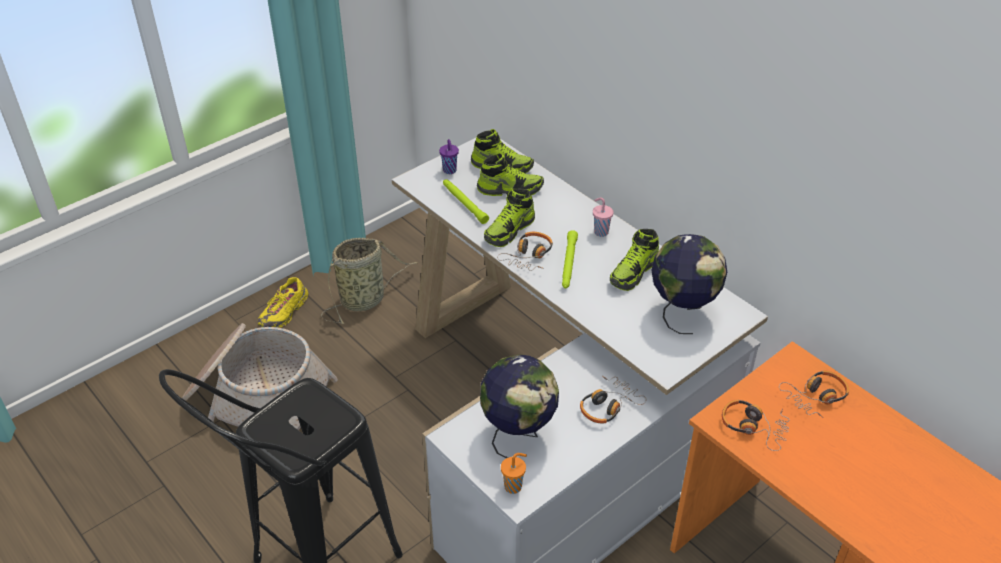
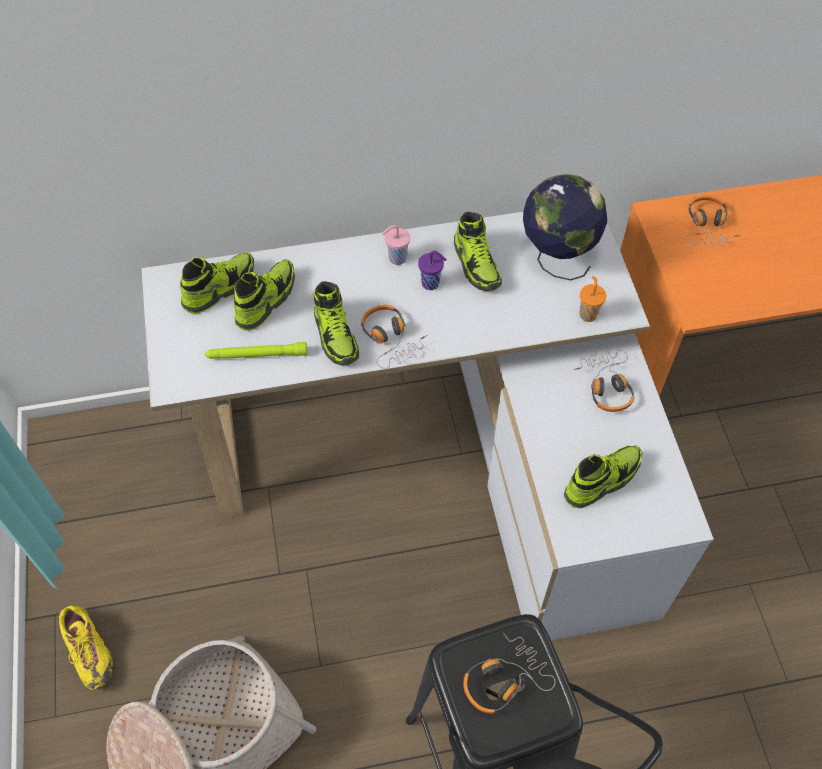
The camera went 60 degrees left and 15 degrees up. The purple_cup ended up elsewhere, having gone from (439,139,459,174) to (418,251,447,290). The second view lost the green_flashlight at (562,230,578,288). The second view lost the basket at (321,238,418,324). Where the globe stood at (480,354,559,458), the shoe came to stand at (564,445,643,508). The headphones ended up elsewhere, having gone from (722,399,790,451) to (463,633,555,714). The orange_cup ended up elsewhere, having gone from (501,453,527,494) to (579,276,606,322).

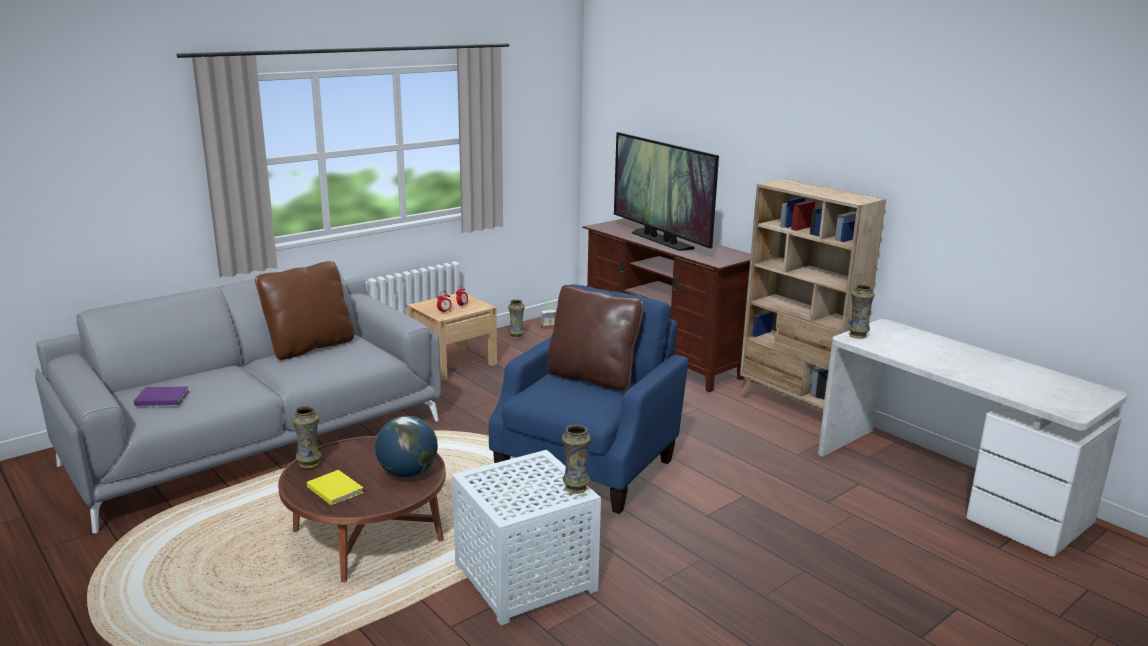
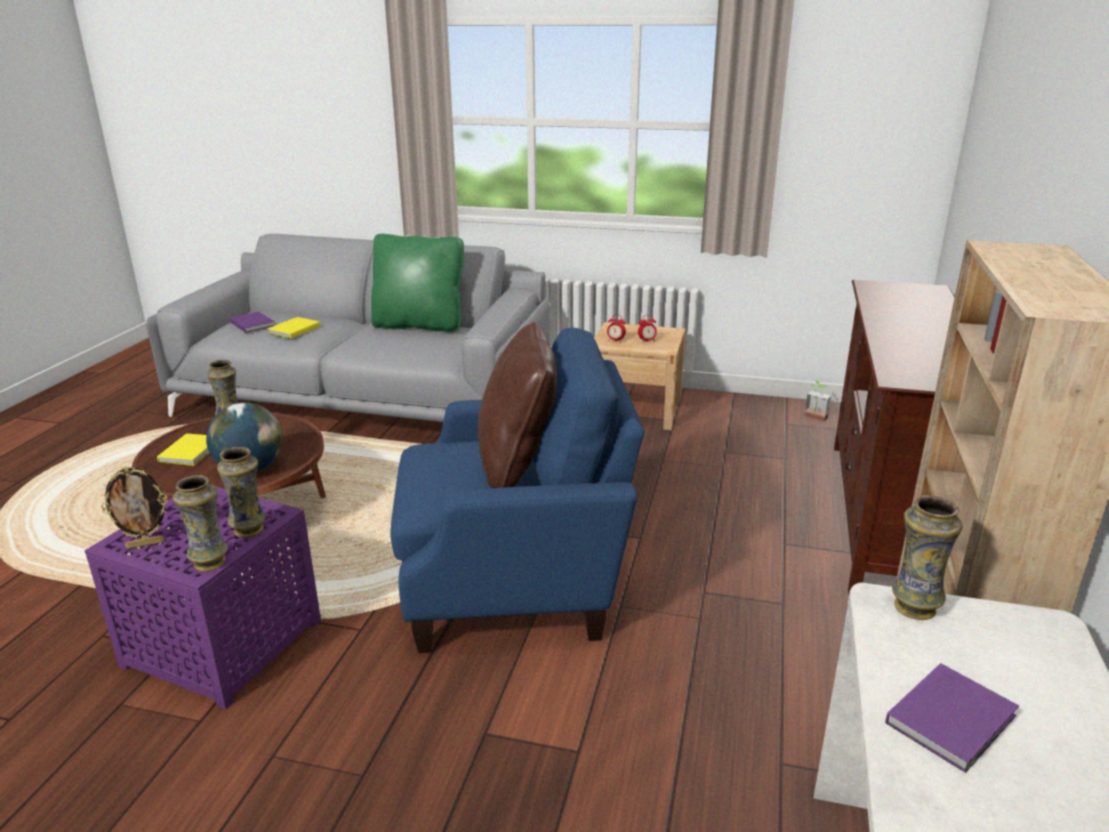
The camera went 55 degrees right and 5 degrees up. The second view lost the television at (614,132,719,251). What was the brown_pillow at (255,261,354,360) turned into the green_pillow at (371,234,464,333). The vase ended up elsewhere, having gone from (508,299,525,339) to (217,447,266,538). What was the white_side_table at (452,450,601,625) turned into the purple_side_table at (85,486,321,709). The second view gained the yellow_book at (267,317,320,339). The second view gained the picture_frame at (101,467,168,548). The second view gained the purple_book at (885,663,1019,773).

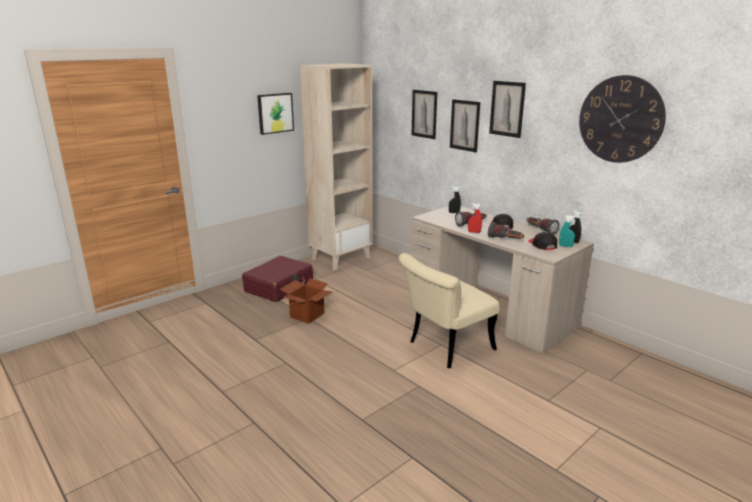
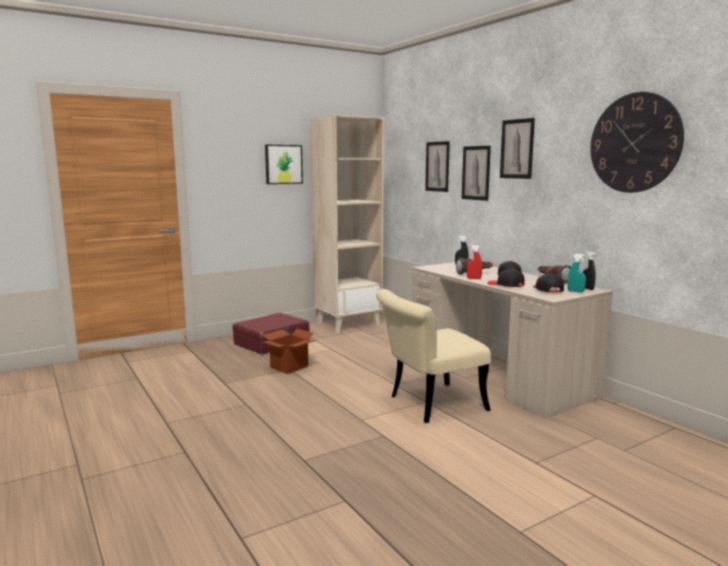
The camera went 10 degrees right and 10 degrees down. Where the flashlight stood at (488,222,524,239), the black_cap came to stand at (487,269,525,287).

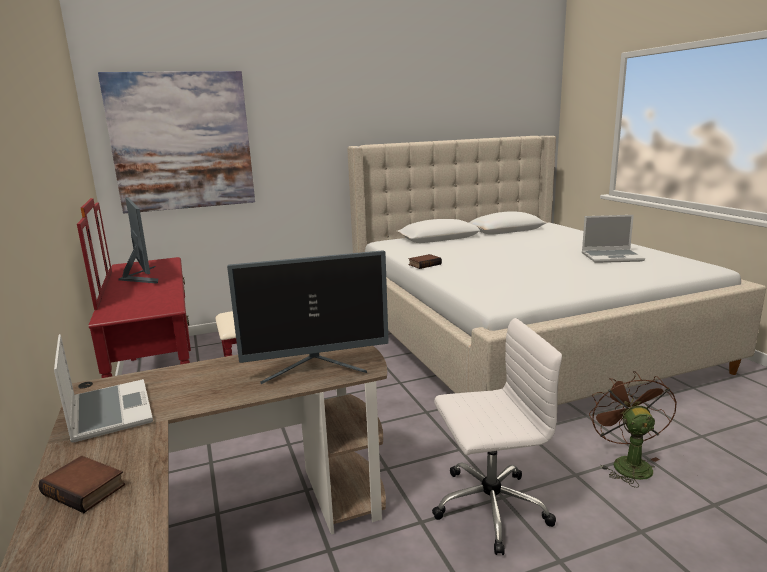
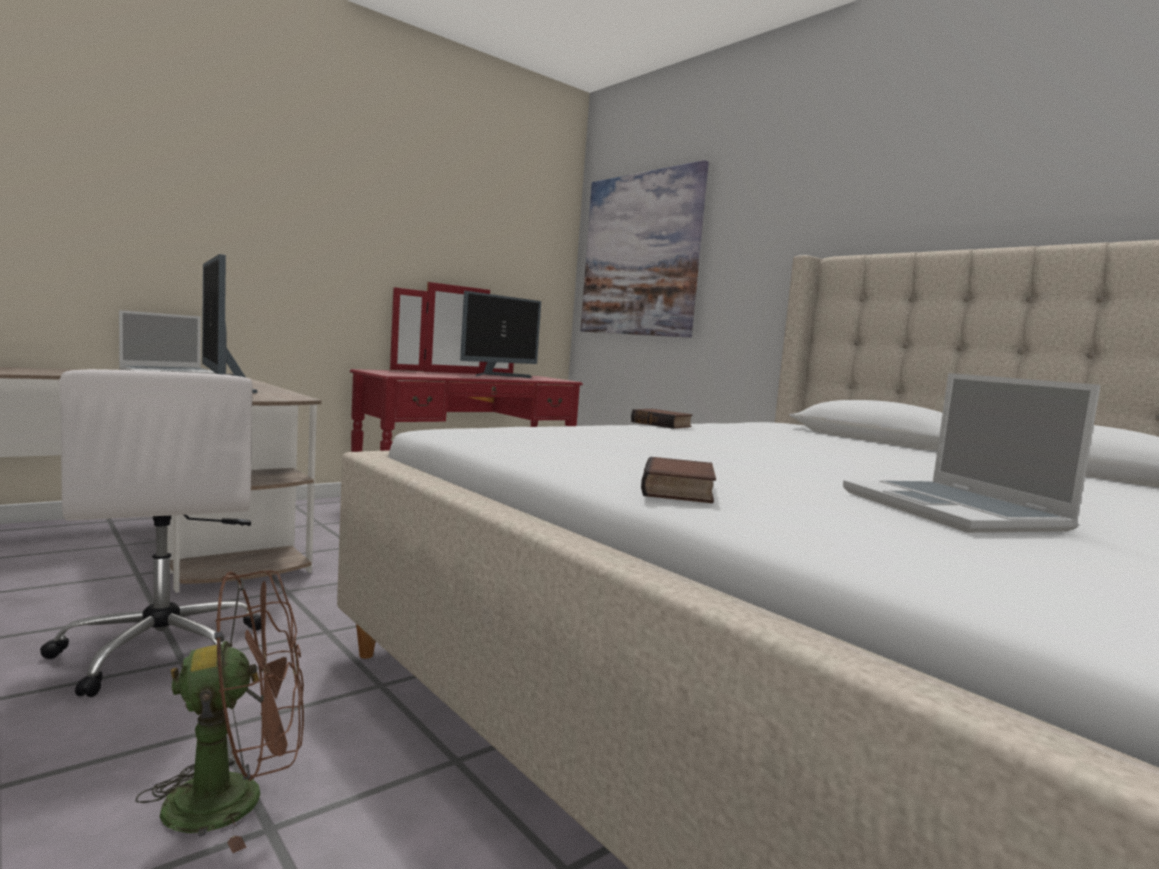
The camera went 70 degrees right and 10 degrees down. The book ended up elsewhere, having gone from (39,456,125,513) to (641,457,716,503).

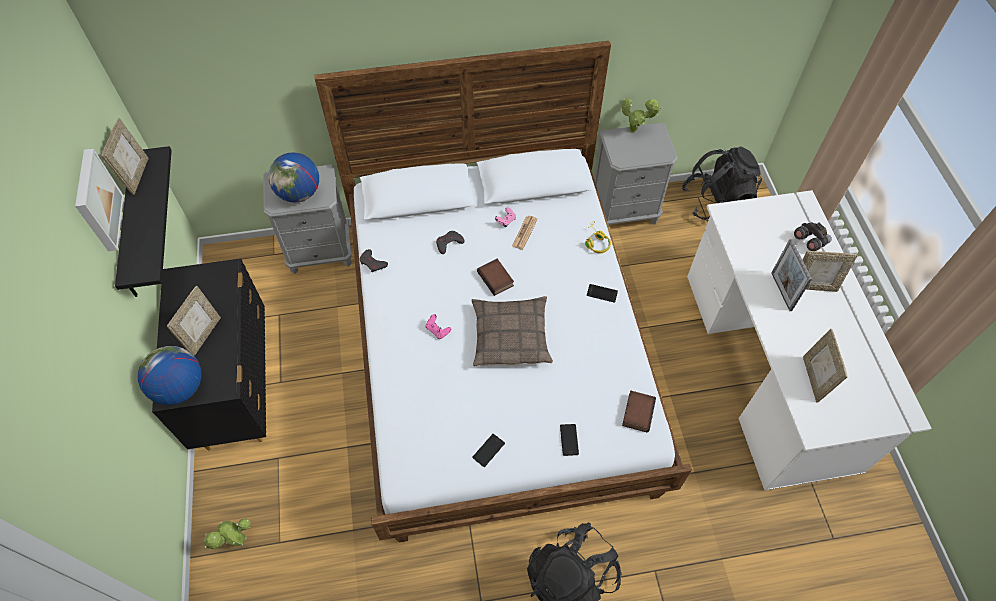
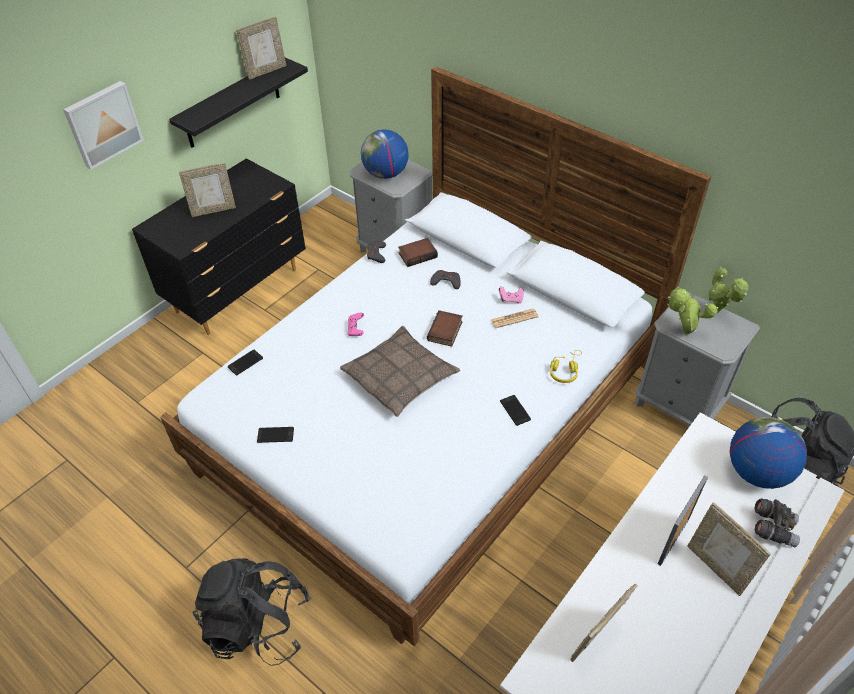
The camera went 50 degrees right and 10 degrees down. The picture ended up elsewhere, having gone from (75,148,124,251) to (63,81,144,170). The globe ended up elsewhere, having gone from (138,346,201,405) to (730,417,807,489). The book ended up elsewhere, having gone from (622,391,656,432) to (398,238,438,267). The phone ended up elsewhere, having gone from (560,424,579,456) to (228,349,263,376). The potted_plant ended up elsewhere, having gone from (204,518,250,549) to (668,286,718,334).

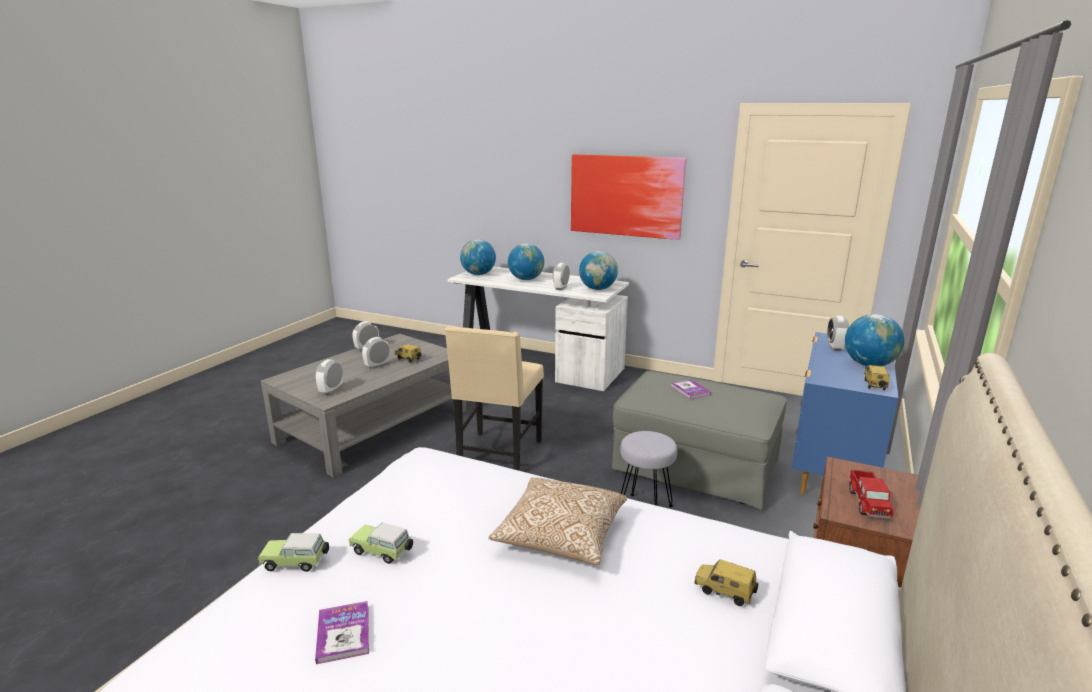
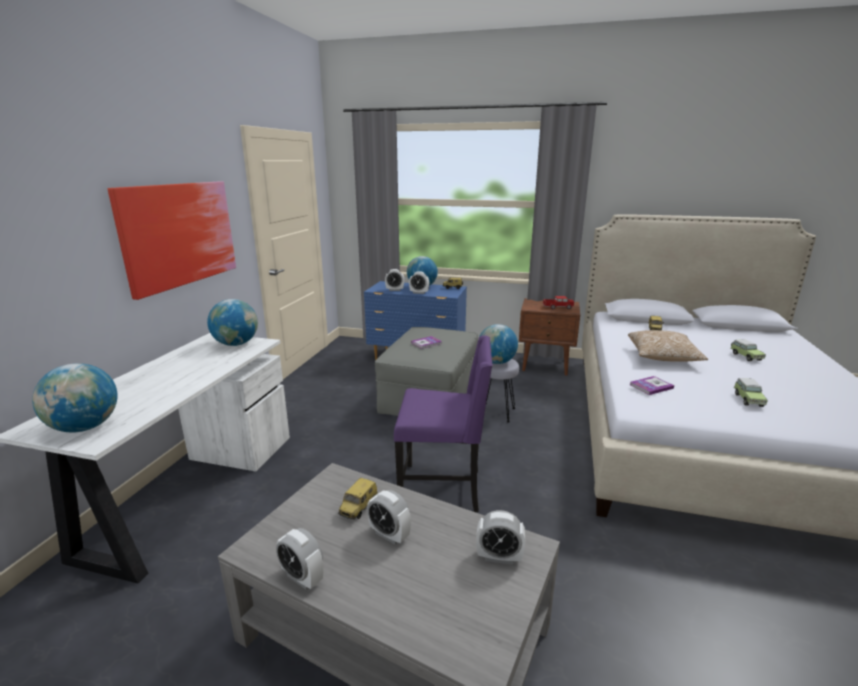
The camera went 100 degrees left and 0 degrees up. The globe ended up elsewhere, having gone from (508,243,544,280) to (479,324,518,364). The alarm_clock ended up elsewhere, having gone from (553,263,570,290) to (409,271,429,294). What was the beige_chair at (445,326,544,471) turned into the purple_chair at (394,335,493,512). The toy_car ended up elsewhere, having gone from (258,533,329,572) to (730,339,766,361). The book ended up elsewhere, having gone from (315,601,369,664) to (630,376,674,395).

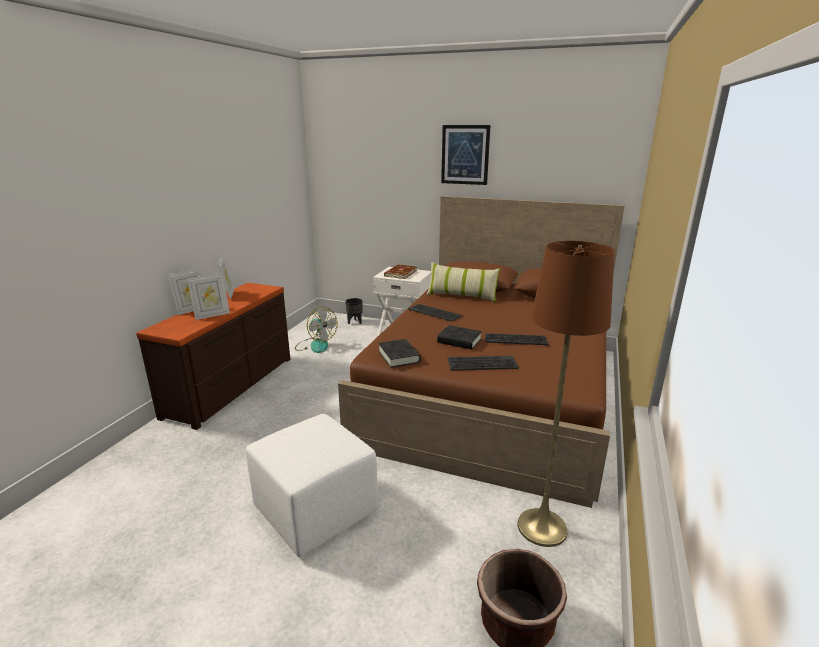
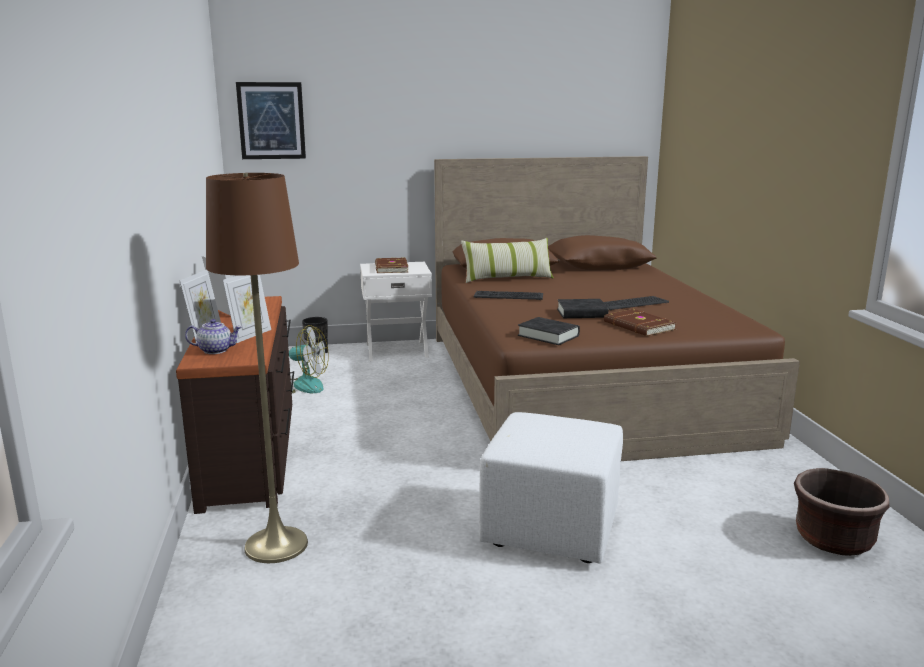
The camera went 30 degrees left and 5 degrees down. The picture ended up elsewhere, having gone from (441,125,491,185) to (236,82,306,159). The brown_floor_lamp ended up elsewhere, having gone from (517,241,615,547) to (206,173,308,563). Where the keyboard stood at (448,356,519,370), the brown_book came to stand at (604,309,677,336). The second view gained the teapot at (185,319,242,354).

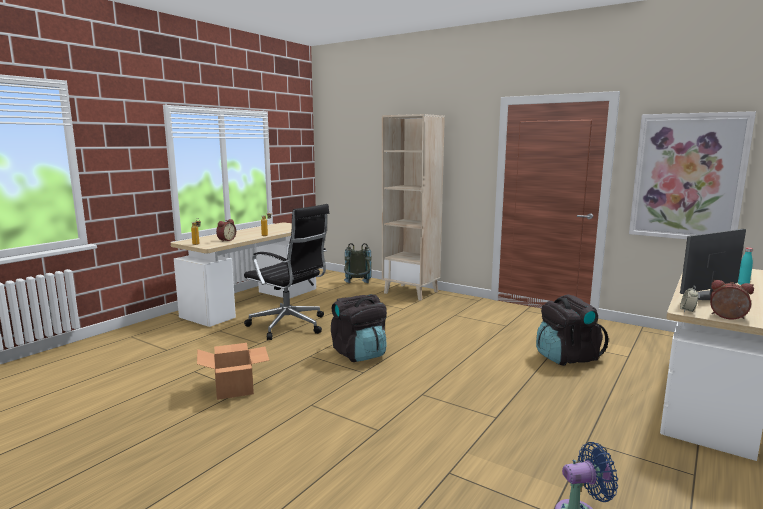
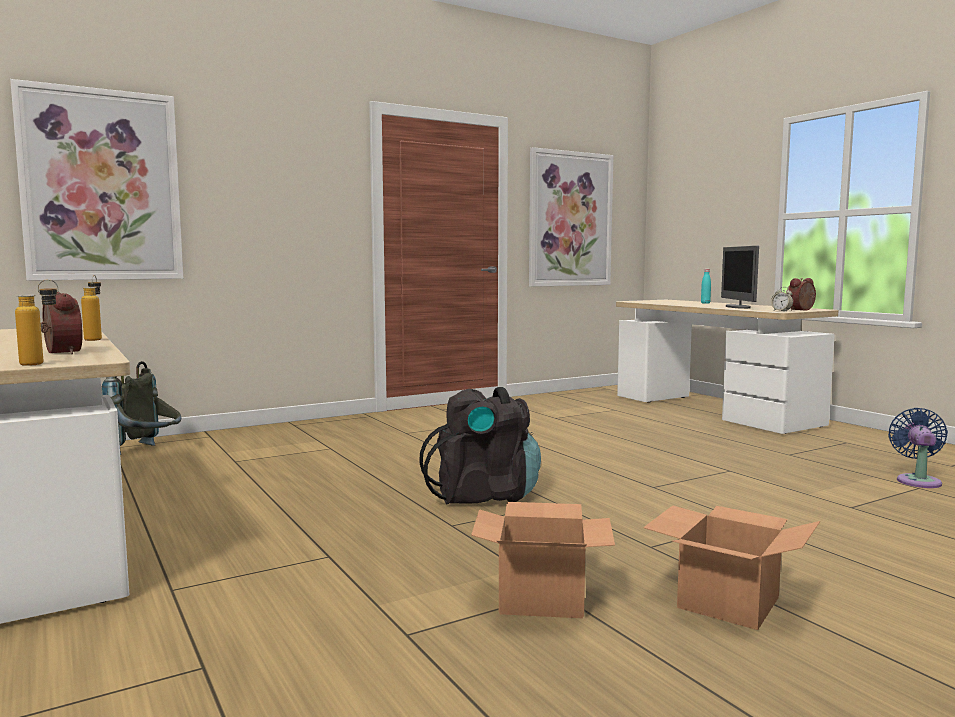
The camera went 65 degrees left and 5 degrees down. The second view lost the beige_bookcase at (382,114,445,301). The second view lost the black_office_chair at (244,204,329,340). The second view lost the black_backpack at (536,294,608,366). The second view gained the picture at (10,79,183,281). The second view gained the cardboard_box at (643,505,820,630).

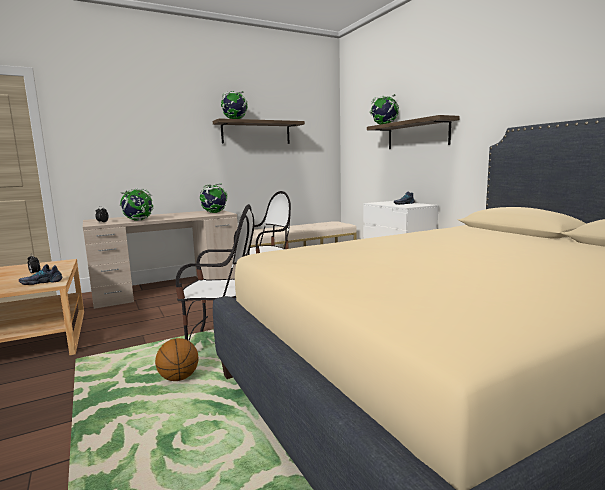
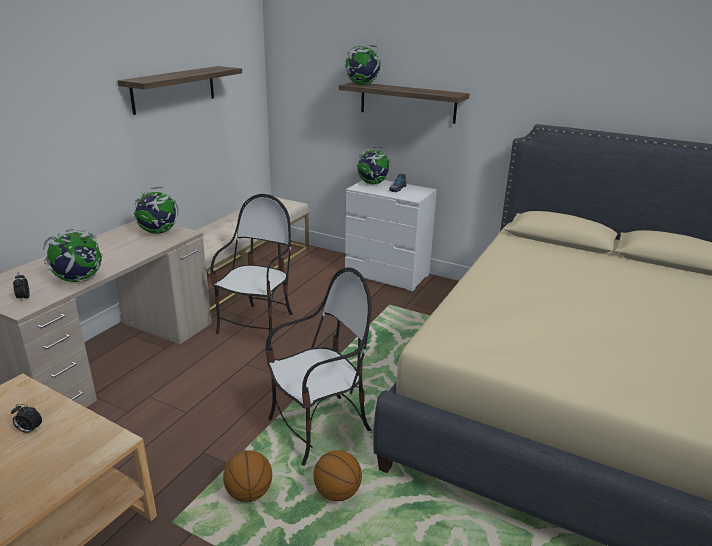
The camera went 35 degrees left and 15 degrees up. The globe ended up elsewhere, having gone from (221,91,247,119) to (357,146,391,184). The second view lost the shoe at (19,264,62,285). The second view gained the basketball at (223,450,272,502).

